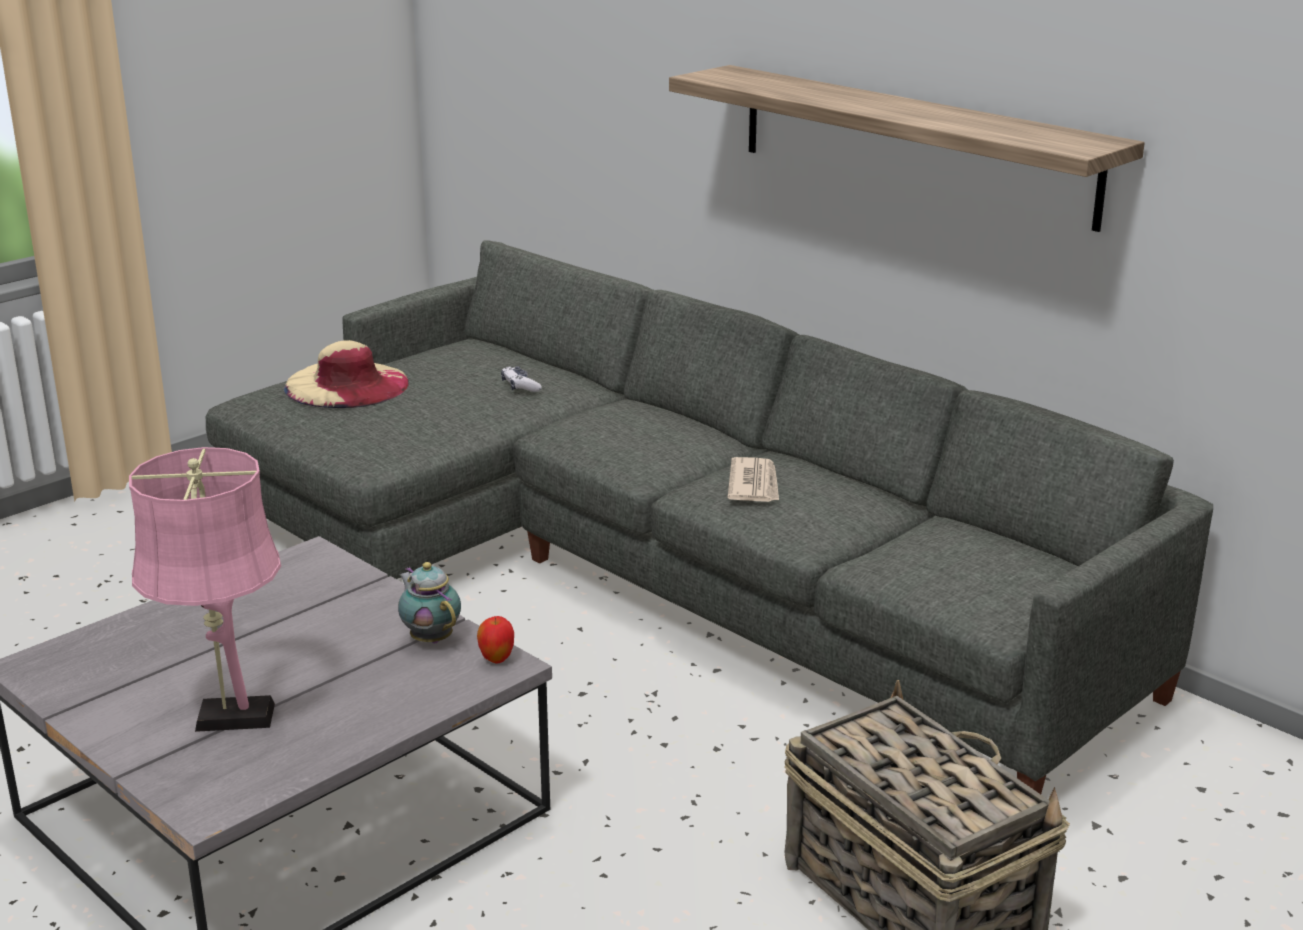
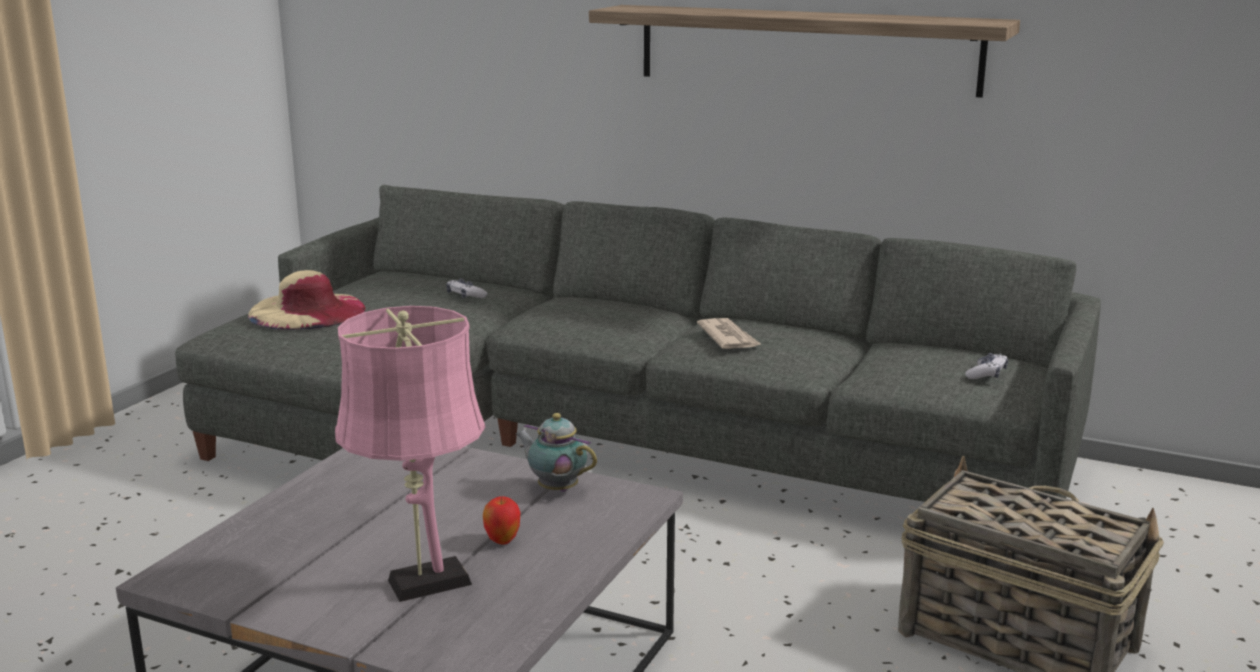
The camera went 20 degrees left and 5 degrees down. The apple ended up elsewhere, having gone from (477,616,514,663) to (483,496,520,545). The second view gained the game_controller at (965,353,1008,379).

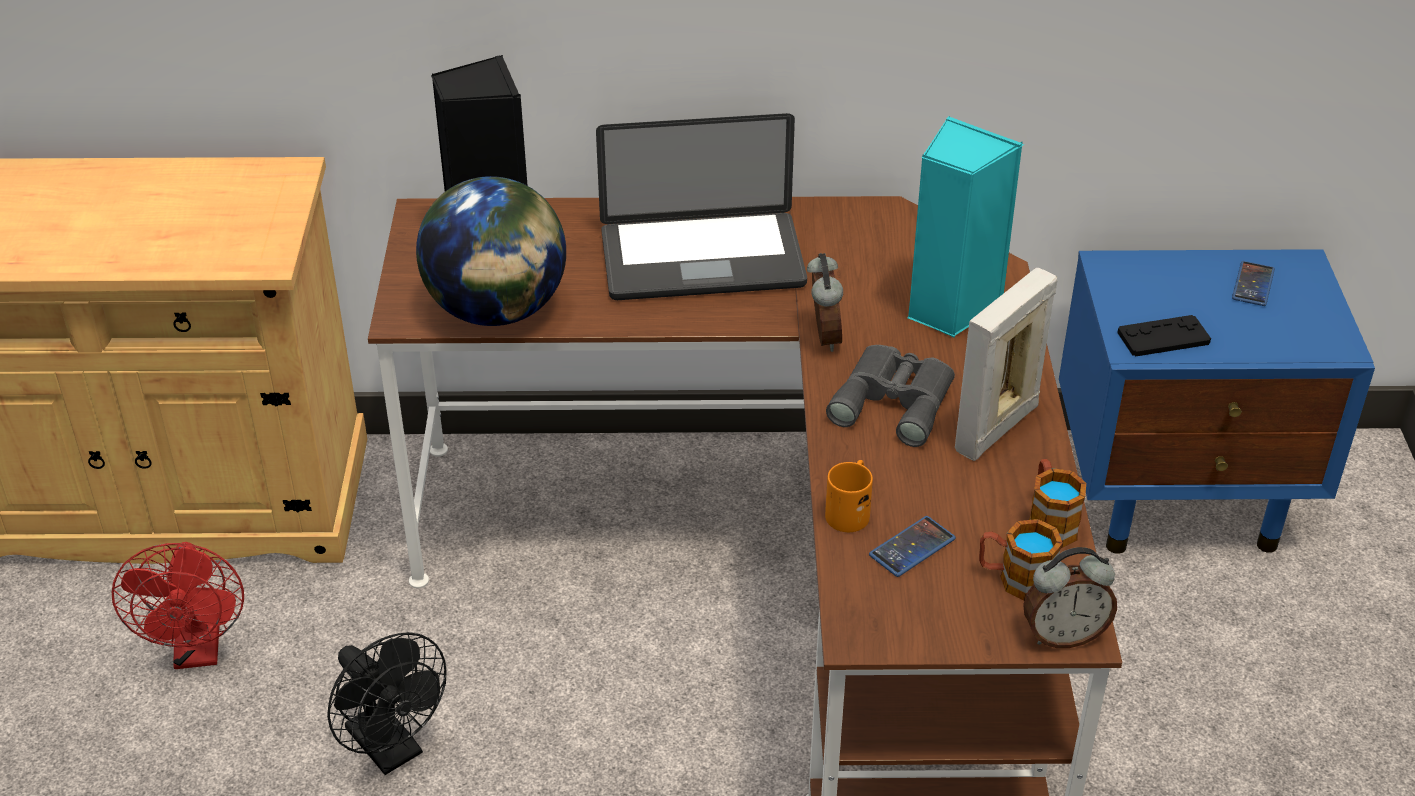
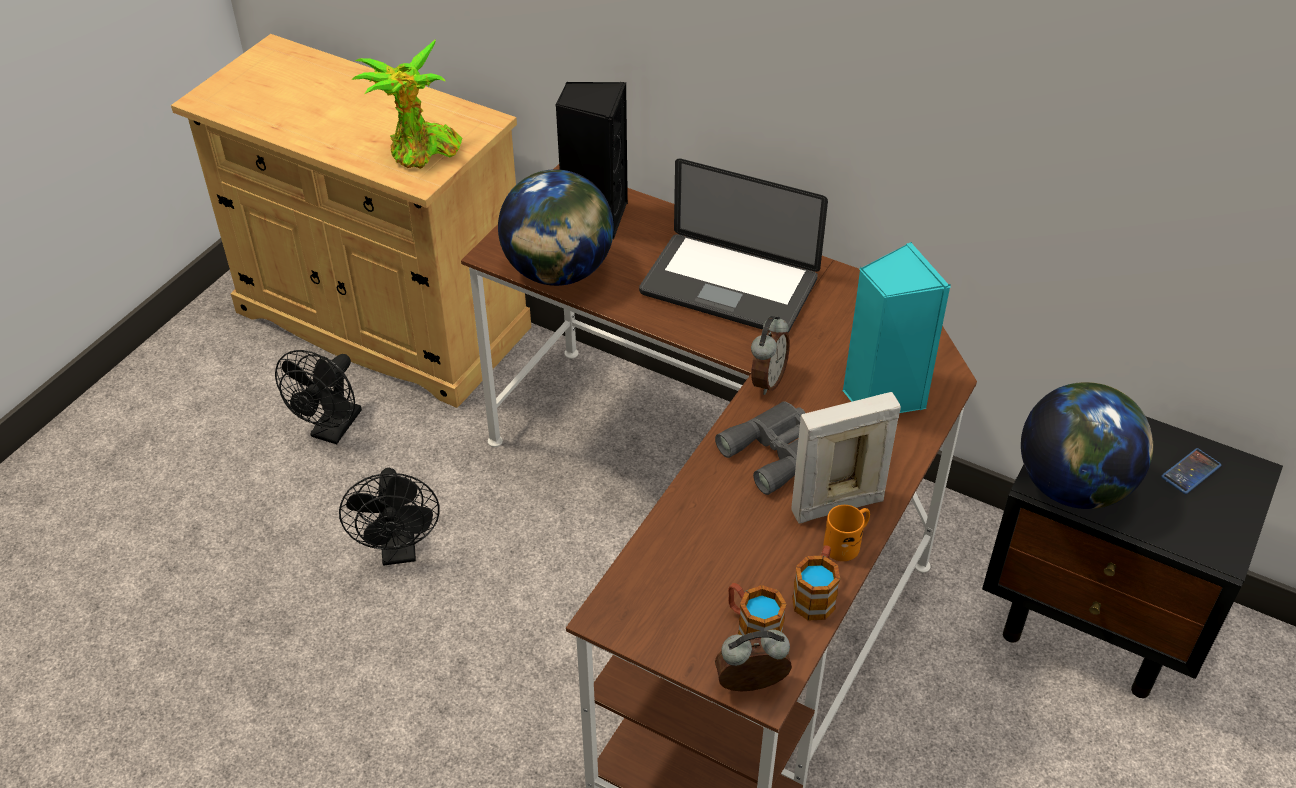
The camera went 30 degrees right and 5 degrees up. What was the blue_nightstand at (1059,249,1375,554) turned into the black_nightstand at (982,417,1283,698). Where the black_game_controller stood at (1117,315,1211,357), the globe came to stand at (1021,382,1153,509). The orange_mug ended up elsewhere, having gone from (825,460,873,532) to (823,505,870,561). The second view lost the phone at (869,516,956,577). What was the red_fan at (112,542,244,669) turned into the black_fan at (275,350,362,444). The alarm_clock at (1023,547,1117,648) ended up facing another way, 150 degrees clockwise from before. The second view gained the potted_plant at (351,39,462,169).

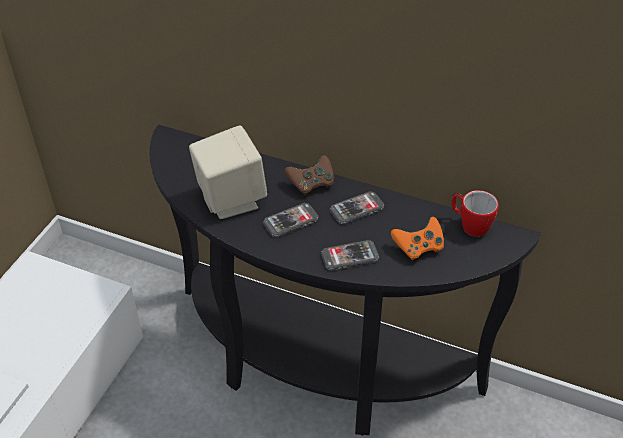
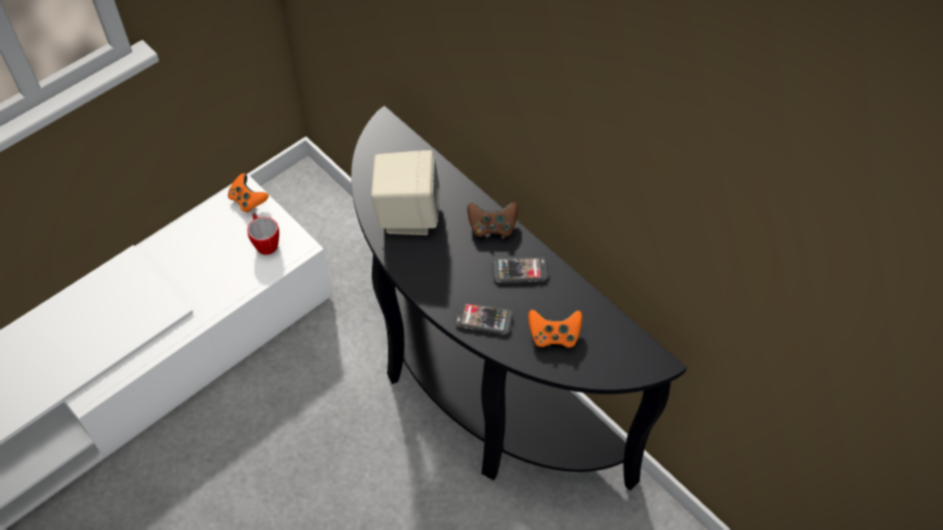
The camera went 25 degrees right and 10 degrees up. The mug ended up elsewhere, having gone from (452,190,499,237) to (247,213,279,255). The second view lost the phone at (263,203,318,237). The second view gained the orange_game_controller at (228,173,269,213).

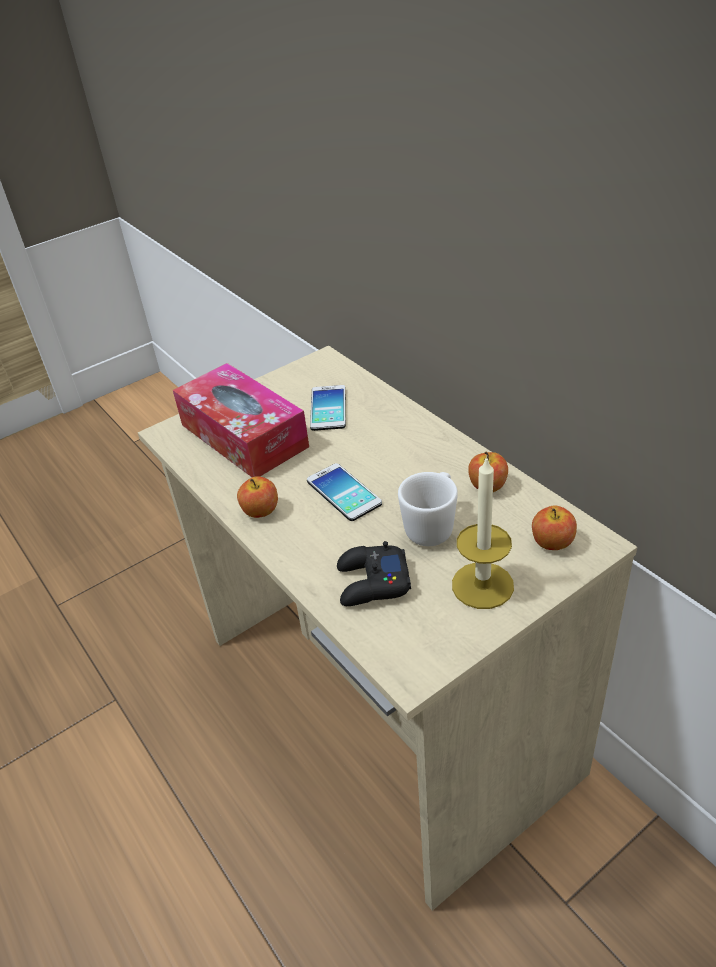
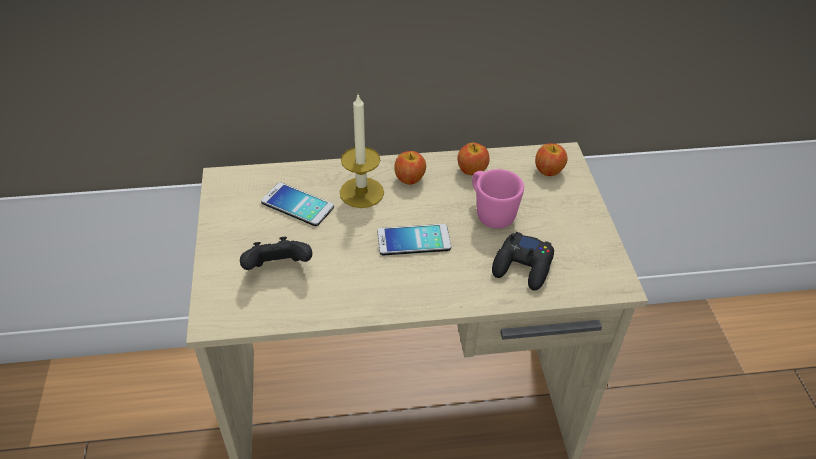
The camera went 65 degrees left and 5 degrees up. Where the tissue_box stood at (173,363,309,477), the black_game_controller came to stand at (240,237,312,270). The candle ended up elsewhere, having gone from (452,455,514,609) to (340,95,384,208). What was the white_mug at (398,472,458,546) turned into the pink_mug at (472,169,524,229). The apple ended up elsewhere, having gone from (237,476,278,518) to (394,151,426,185).

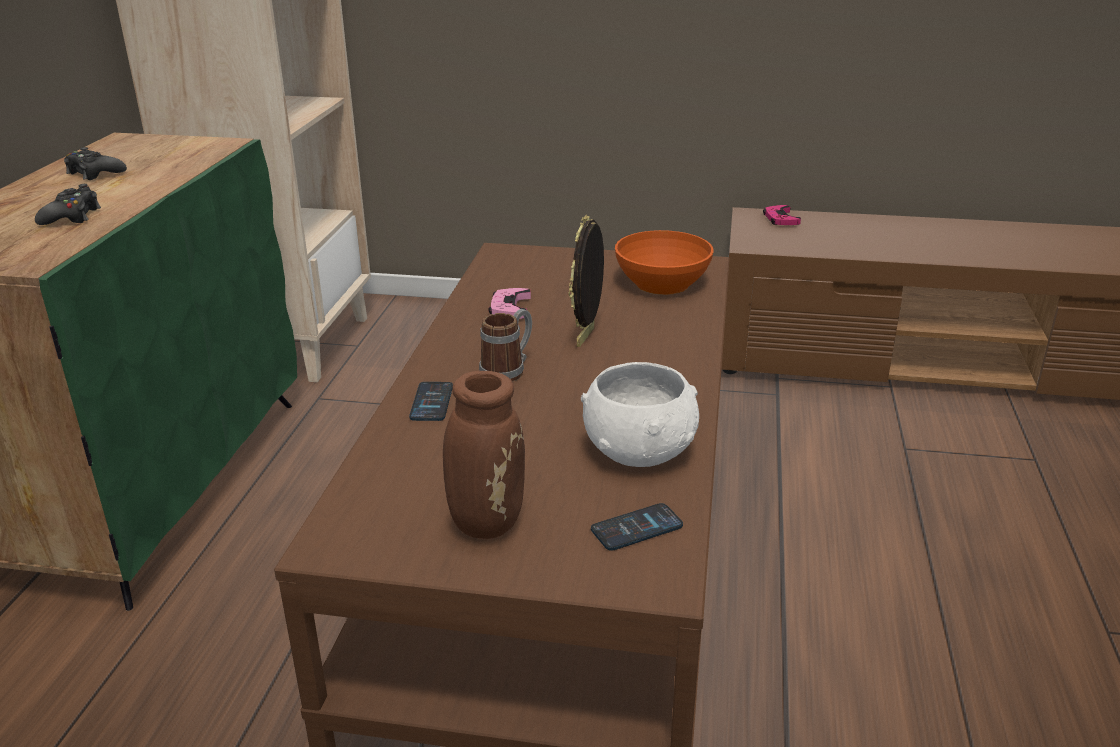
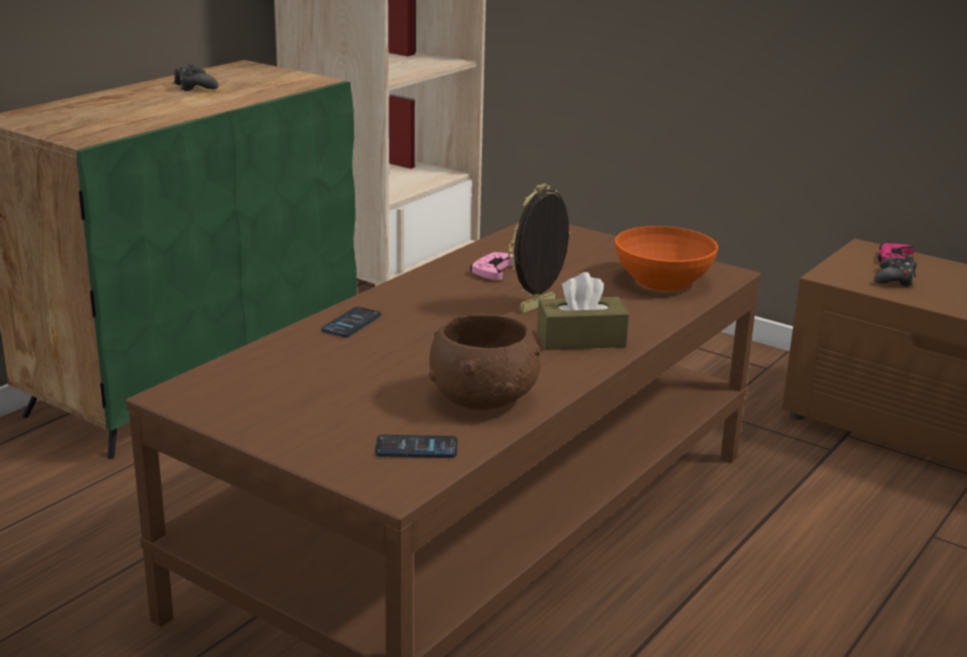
The camera went 25 degrees right and 5 degrees down. The black_game_controller ended up elsewhere, having gone from (35,184,101,225) to (874,255,917,287). The second view lost the mug at (479,309,532,382). The second view lost the brown_vase at (414,326,525,539). What was the white_bowl at (581,362,699,467) turned into the brown_bowl at (429,314,541,410). The second view gained the brown_tissue_box at (537,272,629,350).

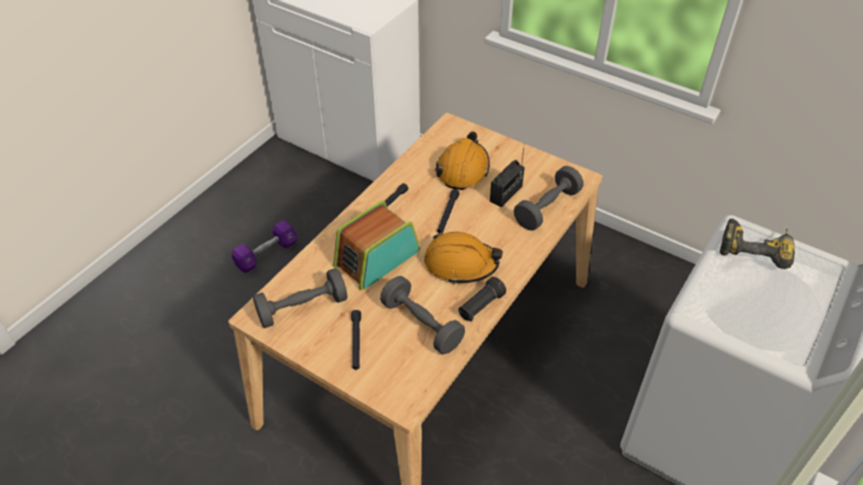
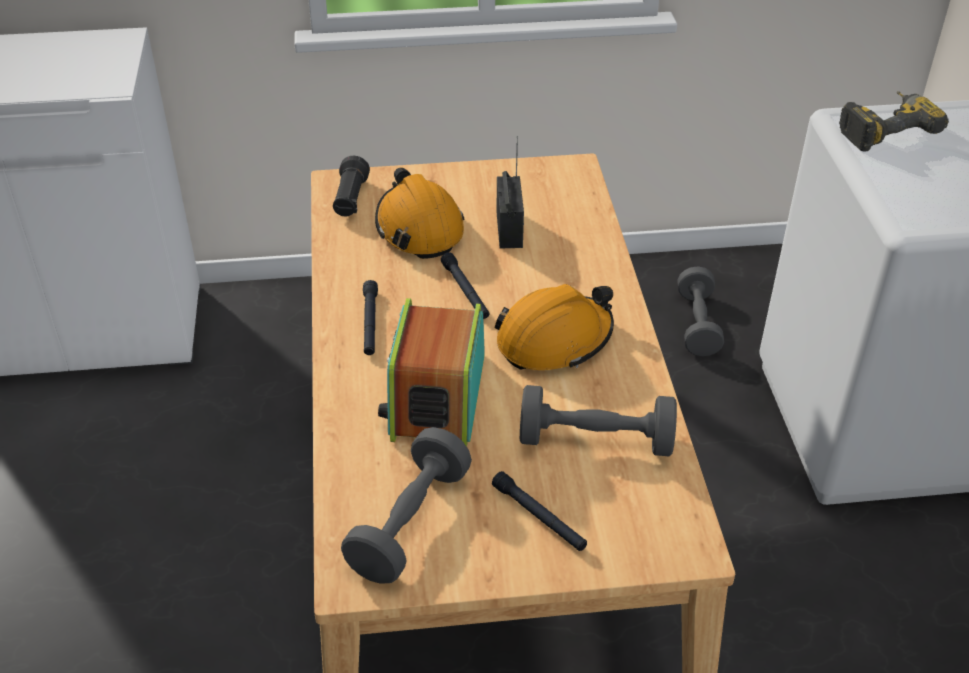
The camera went 40 degrees left and 5 degrees down. The grey_dumbbell ended up elsewhere, having gone from (514,166,584,230) to (677,266,724,356). The second view lost the purple_dumbbell at (232,220,297,273). The black_flashlight ended up elsewhere, having gone from (458,277,506,321) to (333,156,370,216).

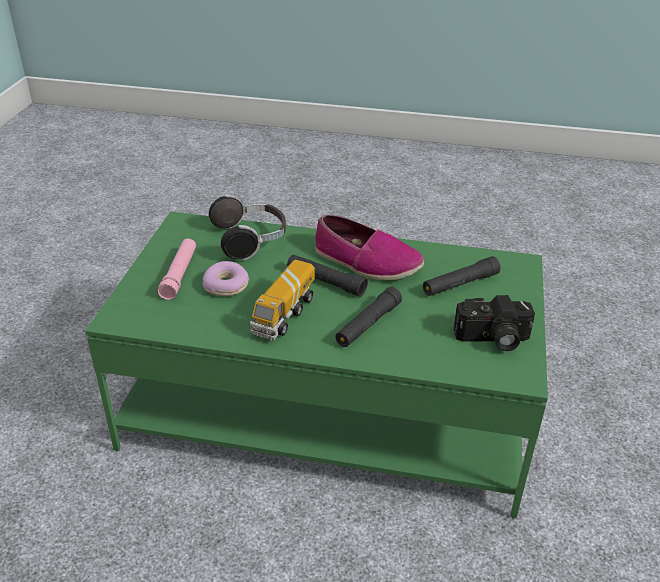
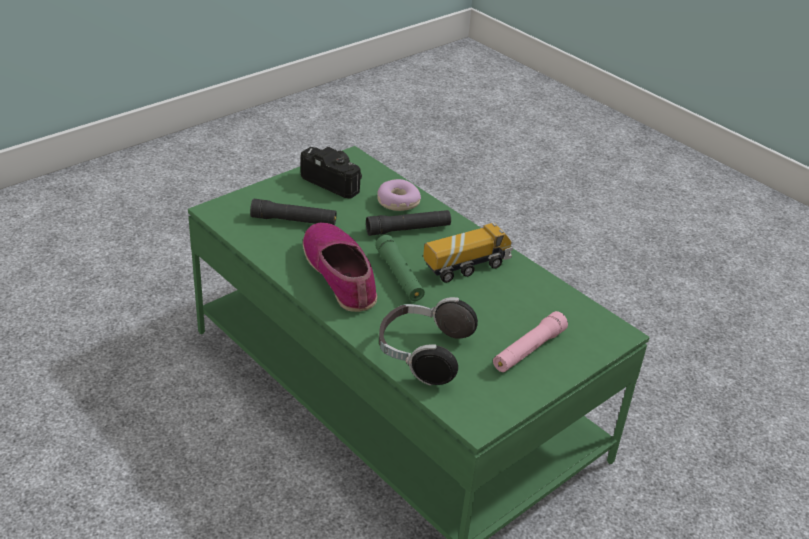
The camera went 145 degrees left and 0 degrees up. What was the black_flashlight at (287,254,368,297) turned into the green_flashlight at (375,235,425,301). The donut ended up elsewhere, having gone from (203,261,249,296) to (377,179,421,211).

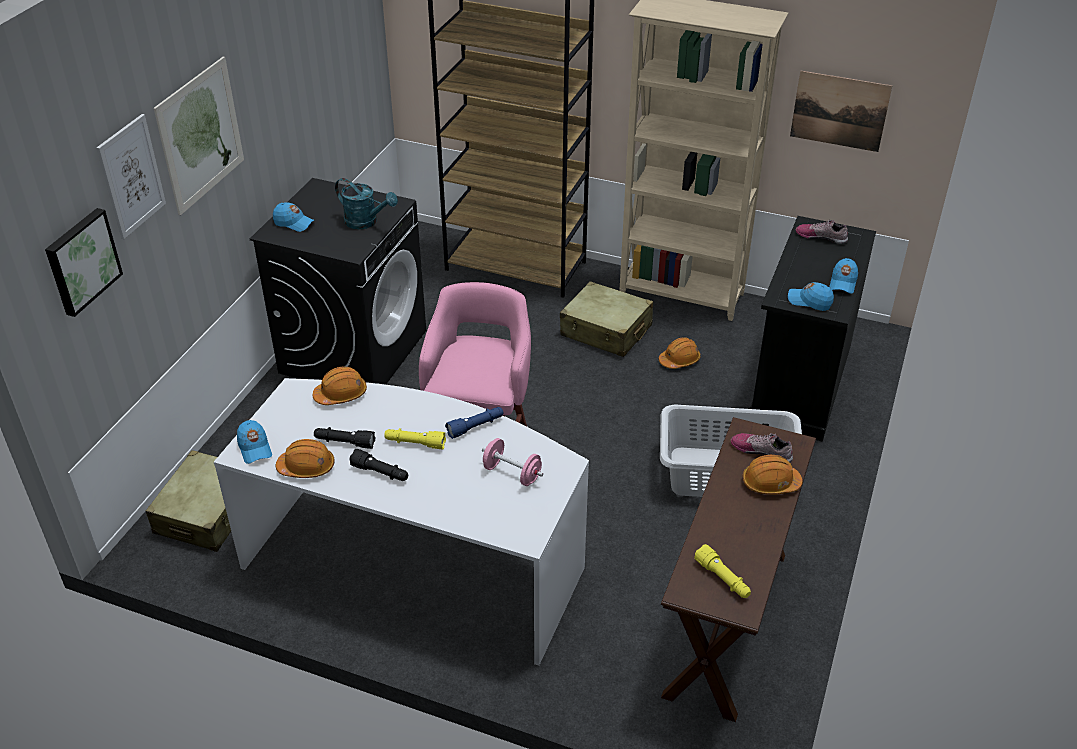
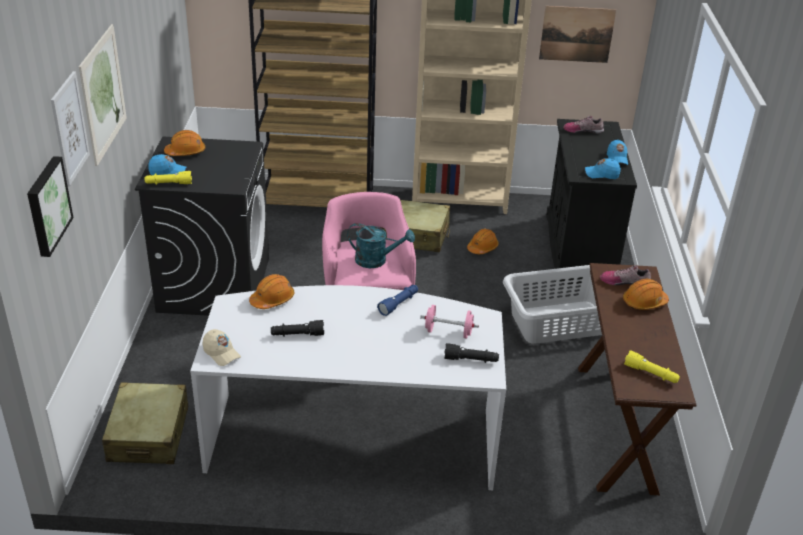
The camera went 20 degrees left and 5 degrees down. The turquoise_watering_can ended up elsewhere, having gone from (335,178,398,229) to (347,223,415,268). What was the blue_cap at (237,420,272,464) turned into the beige_cap at (203,329,241,366). The yellow_flashlight ended up elsewhere, having gone from (384,428,446,449) to (145,171,192,185). The orange_hard_hat ended up elsewhere, having gone from (276,439,335,478) to (164,130,205,156). The black_flashlight ended up elsewhere, having gone from (349,449,408,481) to (444,343,499,363).

